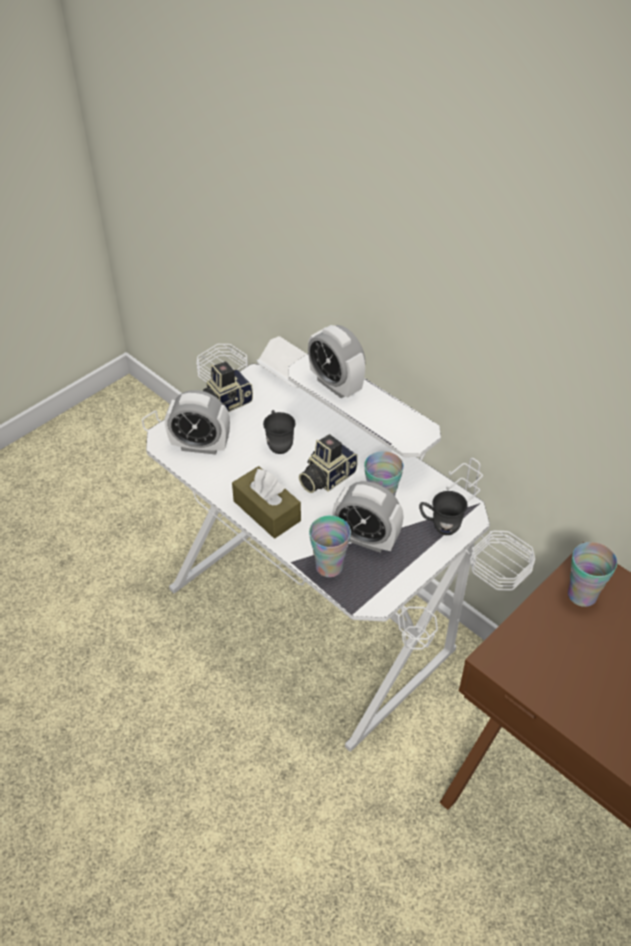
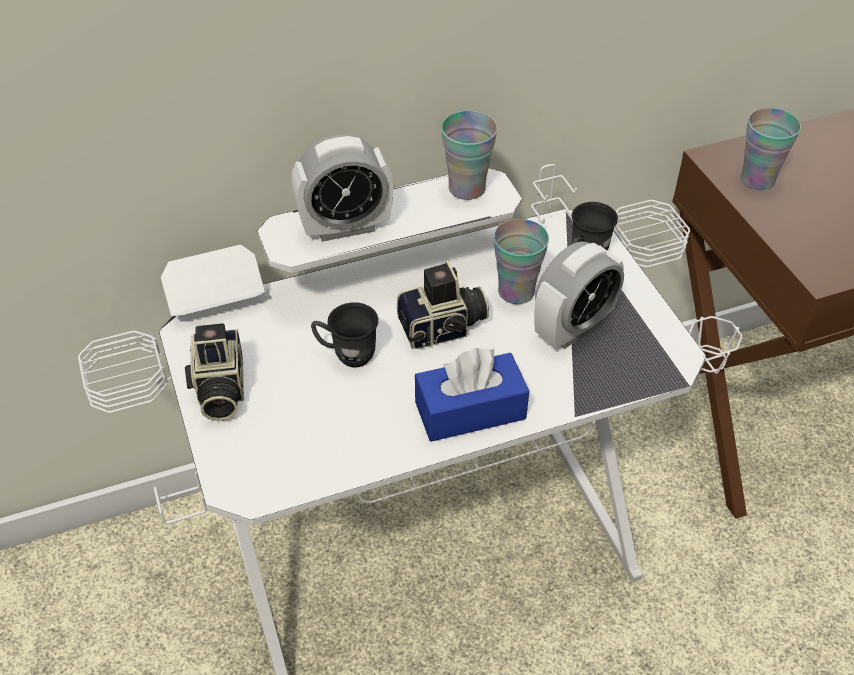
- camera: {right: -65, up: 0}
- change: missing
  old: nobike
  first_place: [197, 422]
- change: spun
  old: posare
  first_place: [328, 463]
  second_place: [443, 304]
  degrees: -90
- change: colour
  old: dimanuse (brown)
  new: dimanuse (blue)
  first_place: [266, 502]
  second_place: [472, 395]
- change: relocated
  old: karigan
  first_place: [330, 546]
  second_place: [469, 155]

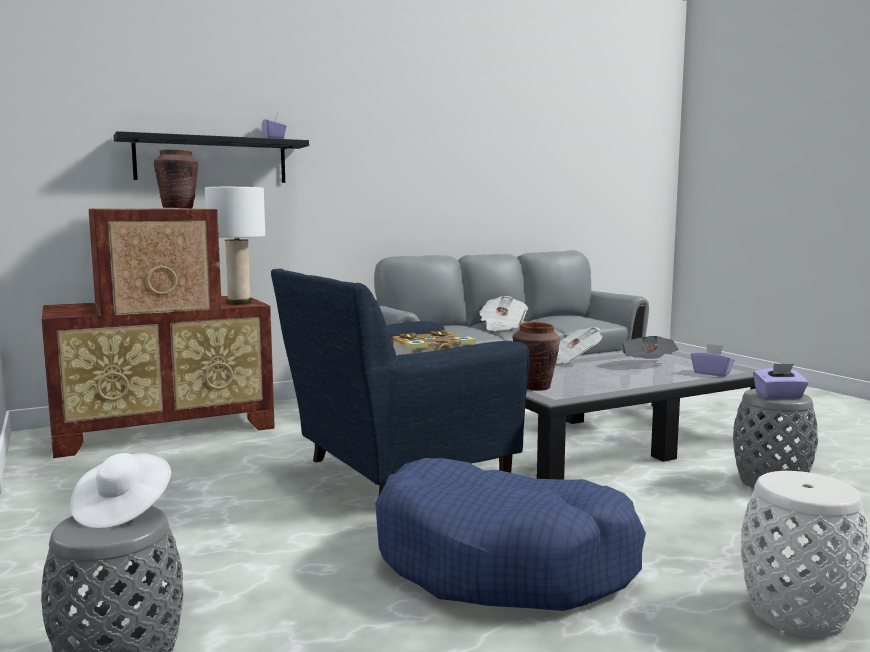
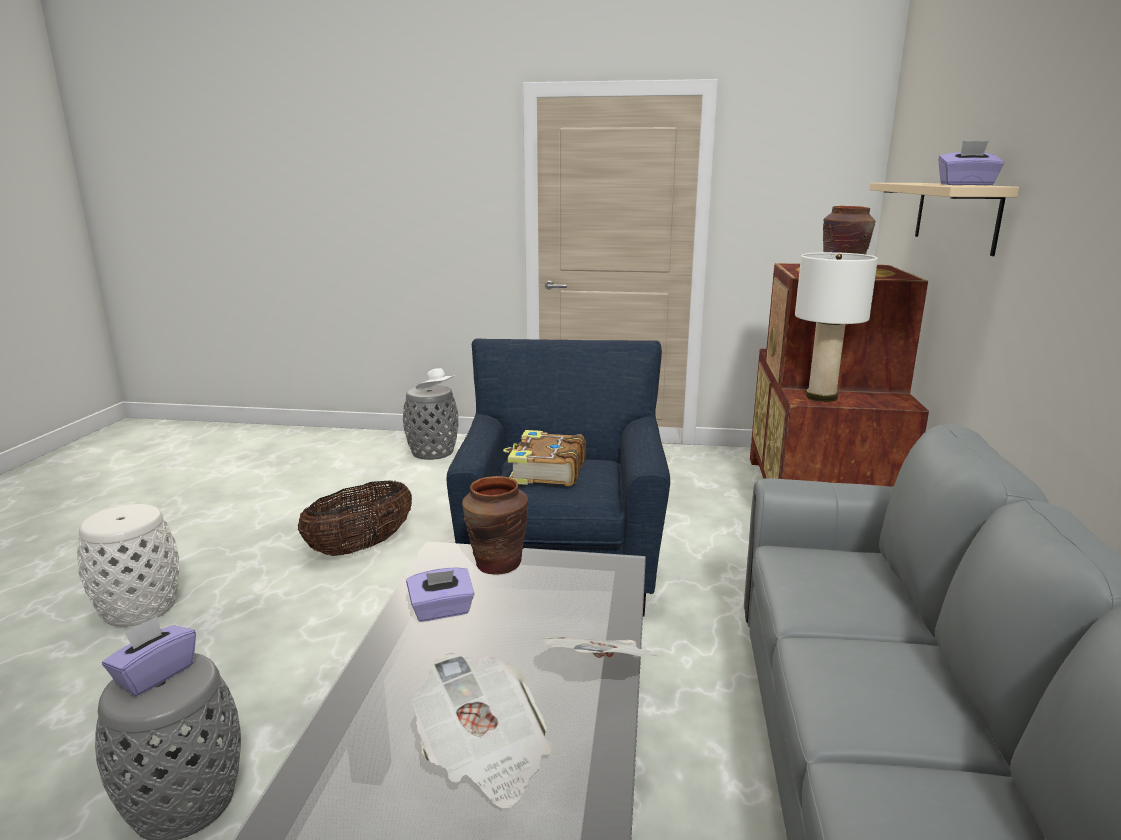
- camera: {right: 125, up: 10}
- change: colour
  old: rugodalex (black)
  new: rugodalex (beige)
  first_place: [211, 157]
  second_place: [944, 219]
- change: missing
  old: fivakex
  first_place: [503, 313]
- change: relocated
  old: dimanuse (purple)
  first_place: [713, 360]
  second_place: [440, 594]
- change: exchanged
  old: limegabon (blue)
  new: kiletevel
  first_place: [510, 534]
  second_place: [355, 518]

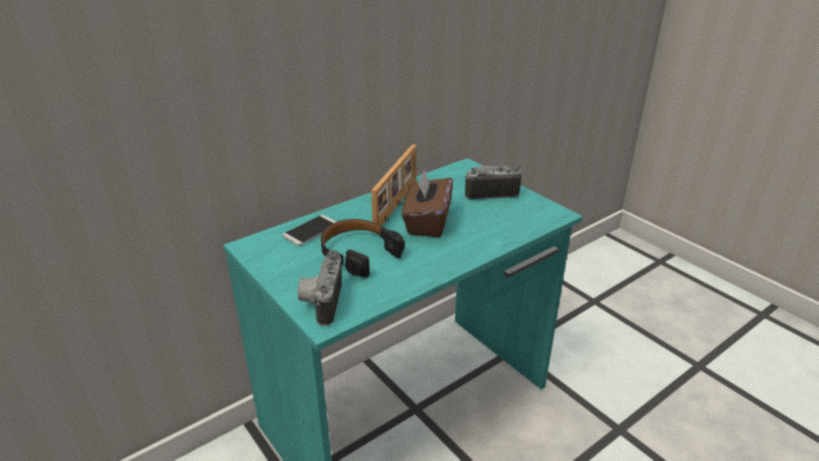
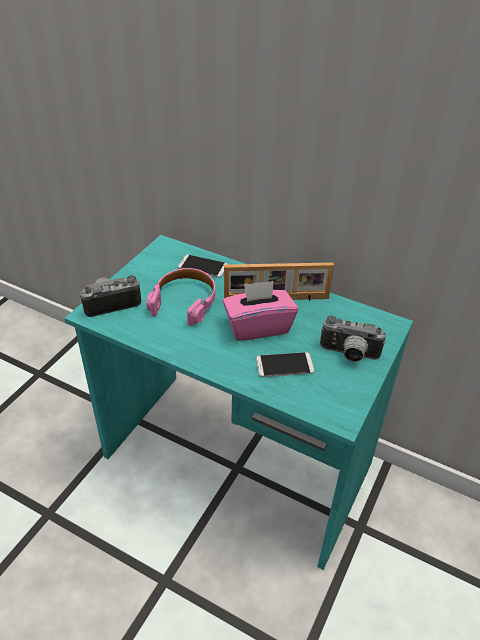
- camera: {right: 65, up: 10}
- change: spun
  old: posare
  first_place: [493, 181]
  second_place: [353, 339]
  degrees: 135
- change: colour
  old: dimanuse (brown)
  new: dimanuse (pink)
  first_place: [427, 203]
  second_place: [260, 311]
- change: colour
  old: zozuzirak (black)
  new: zozuzirak (pink)
  first_place: [363, 248]
  second_place: [180, 297]
- change: appeared
  new: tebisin
  second_place: [285, 364]

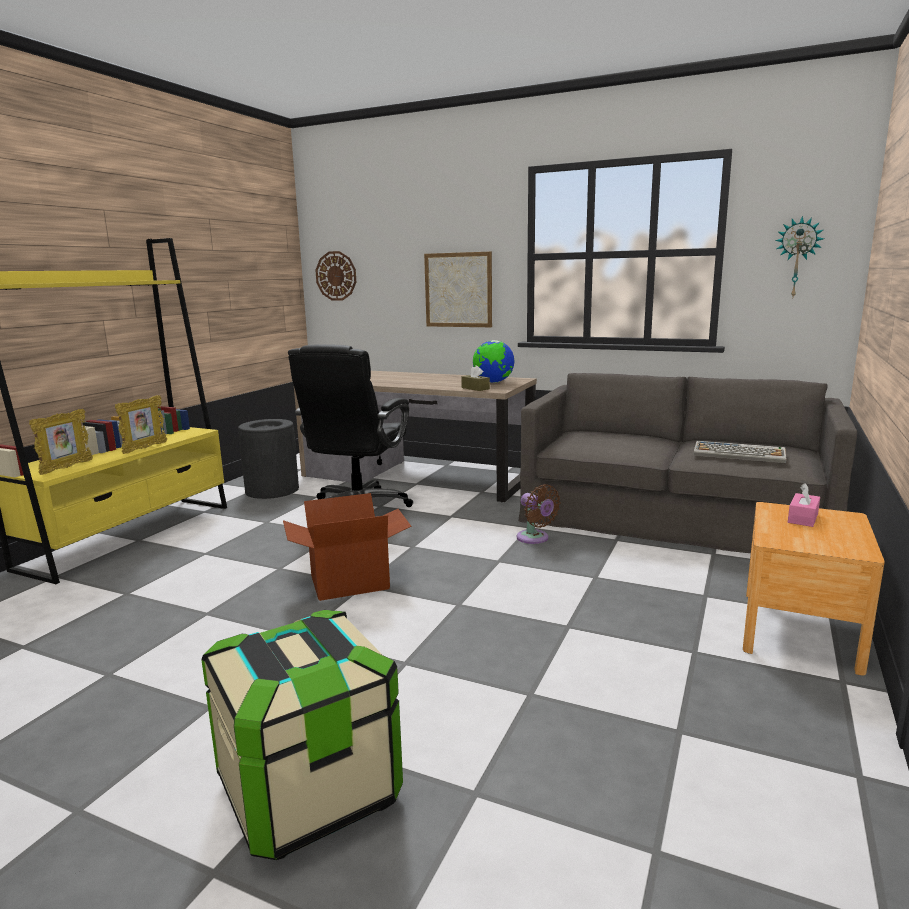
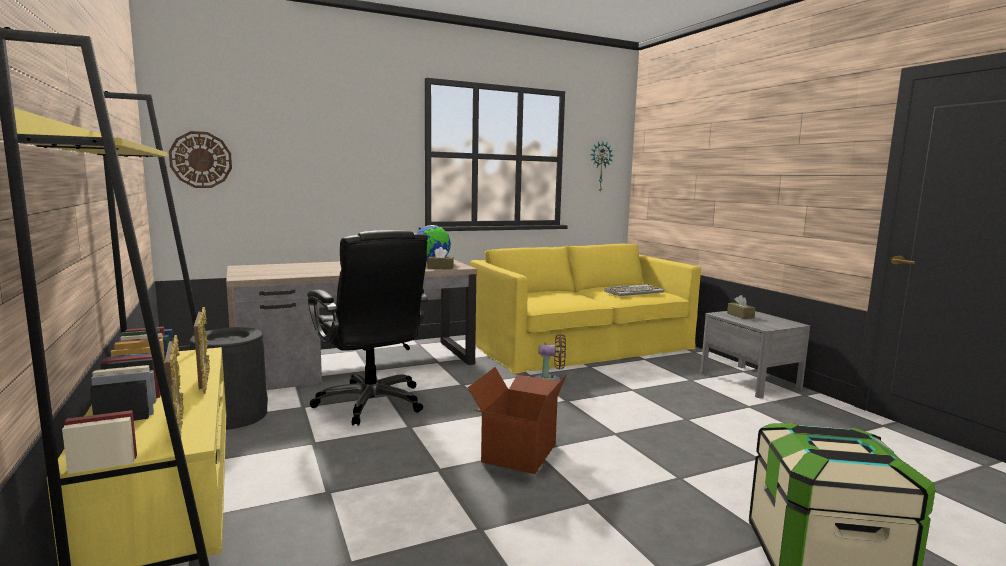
- camera: {right: -50, up: -5}
- change: missing
  old: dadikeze
  first_place: [458, 289]
- change: colour
  old: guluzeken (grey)
  new: guluzeken (yellow)
  first_place: [687, 463]
  second_place: [585, 308]
- change: colour
  old: dimanuse (pink)
  new: dimanuse (brown)
  first_place: [804, 505]
  second_place: [741, 307]
- change: colour
  old: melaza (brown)
  new: melaza (grey)
  first_place: [814, 588]
  second_place: [755, 354]

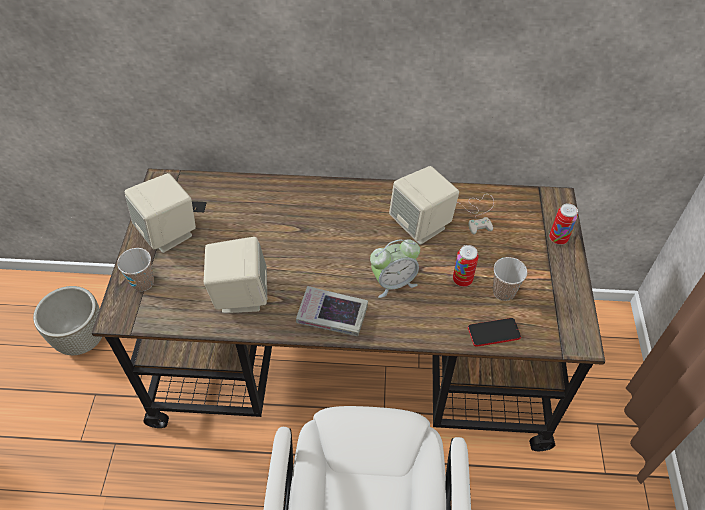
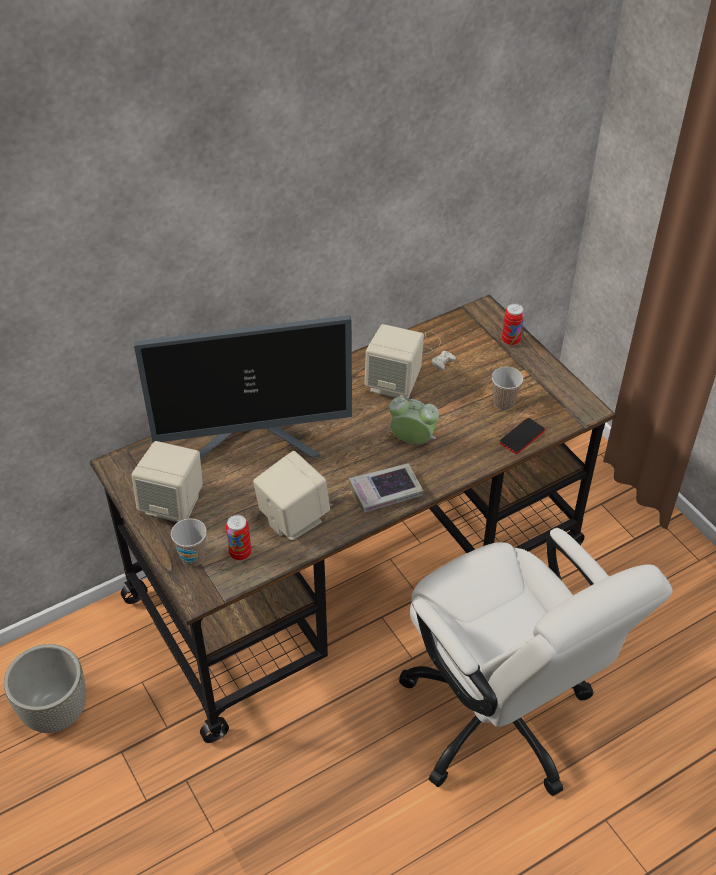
- camera: {right: -35, up: -5}
- change: spun
  old: nobike
  first_place: [395, 268]
  second_place: [414, 420]
  degrees: -105
- change: relocated
  old: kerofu
  first_place: [465, 266]
  second_place: [238, 538]
- change: appeared
  new: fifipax
  second_place: [243, 387]

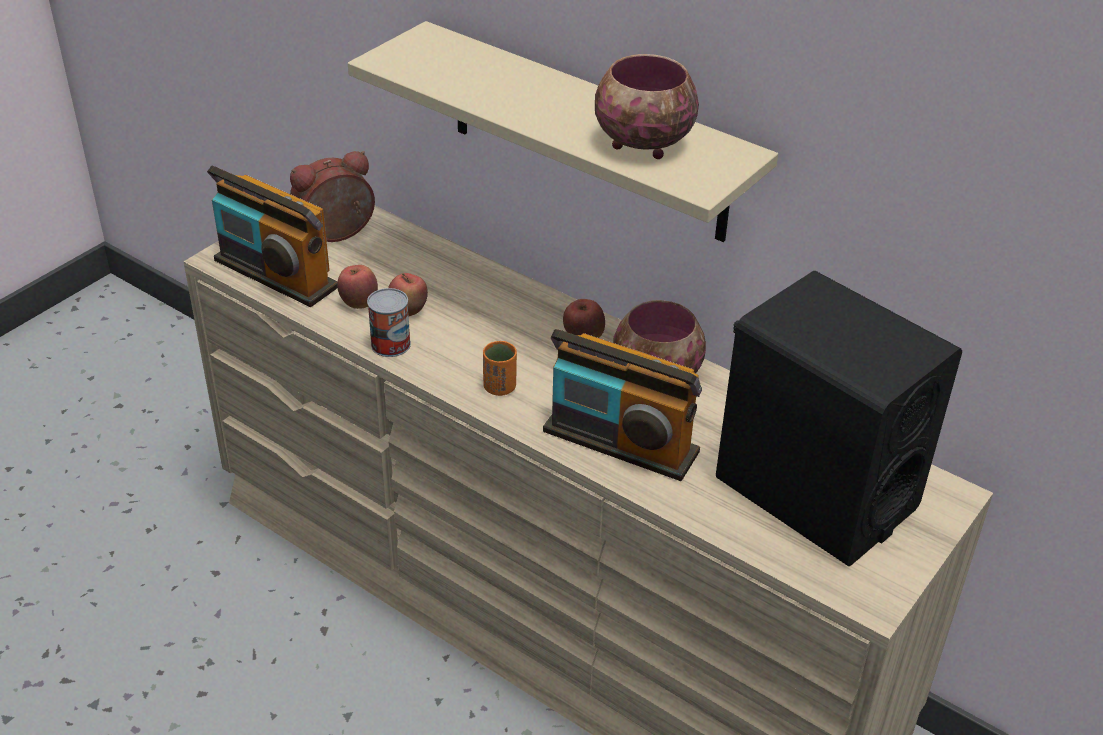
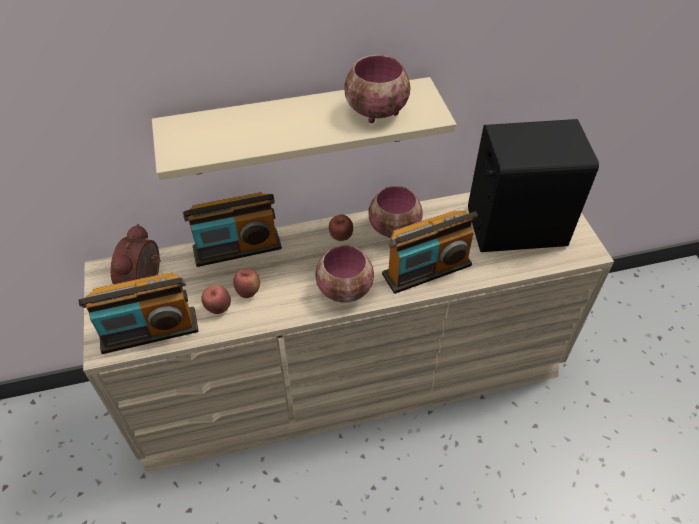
- camera: {right: -50, up: 10}
- change: missing
  old: kerofu
  first_place: [389, 322]
- change: exchanged
  old: karigan (orange)
  new: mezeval
  first_place: [500, 368]
  second_place: [344, 273]
- change: appeared
  new: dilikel
  second_place: [232, 229]

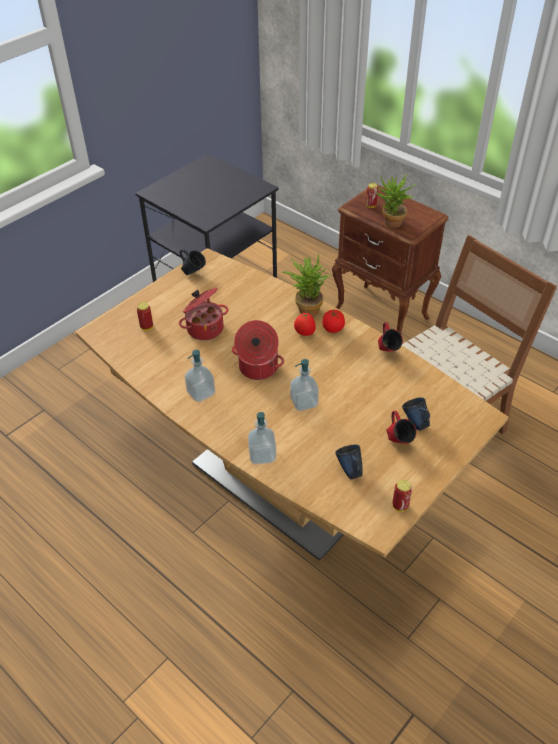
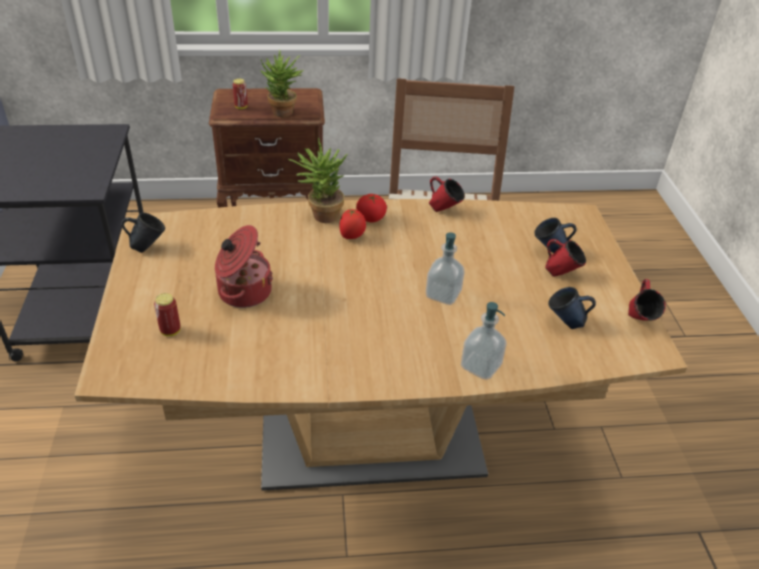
- camera: {right: -50, up: -5}
- change: missing
  old: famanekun
  first_place: [258, 350]
- change: missing
  old: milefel
  first_place: [200, 376]
- change: exchanged
  old: kerofu
  new: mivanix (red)
  first_place: [402, 496]
  second_place: [647, 300]

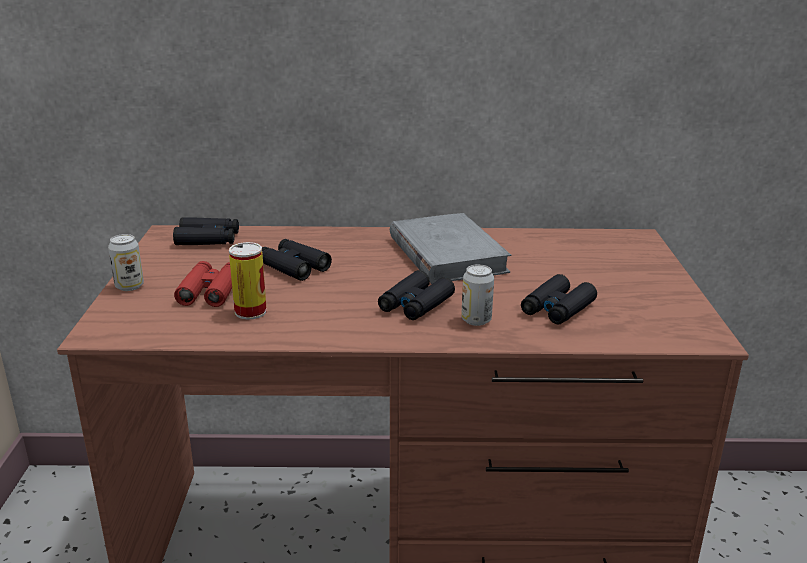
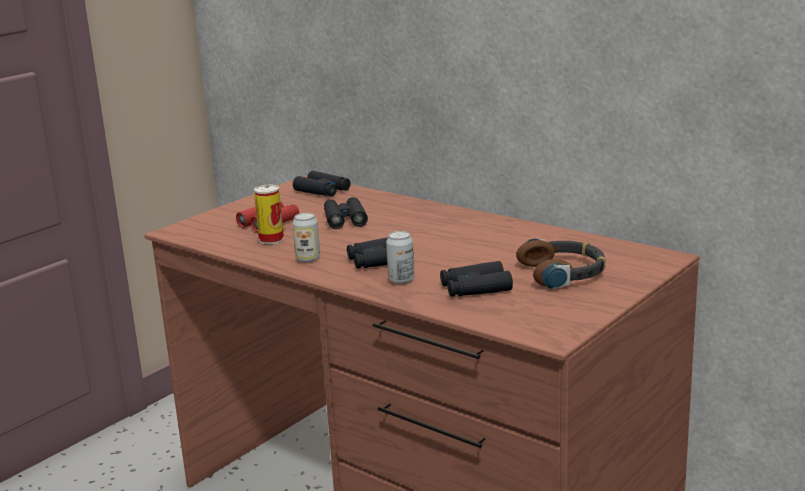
- camera: {right: 40, up: -5}
- change: missing
  old: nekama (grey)
  first_place: [450, 248]
- change: relocated
  old: kerofu
  first_place: [126, 262]
  second_place: [306, 237]
- change: appeared
  new: zozuzirak
  second_place: [561, 264]

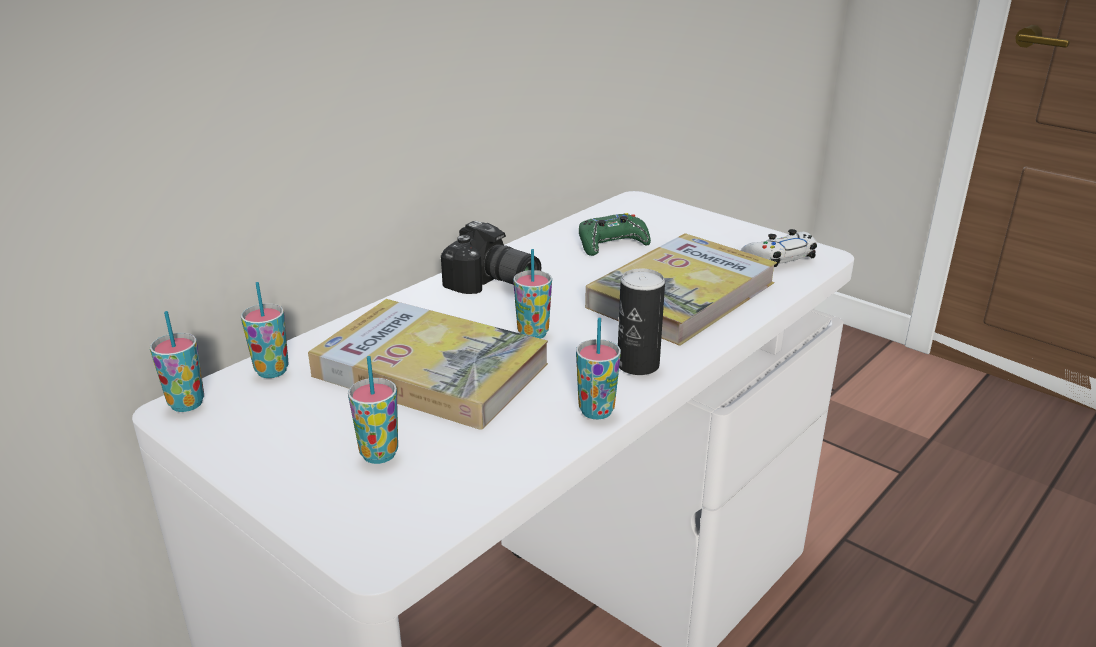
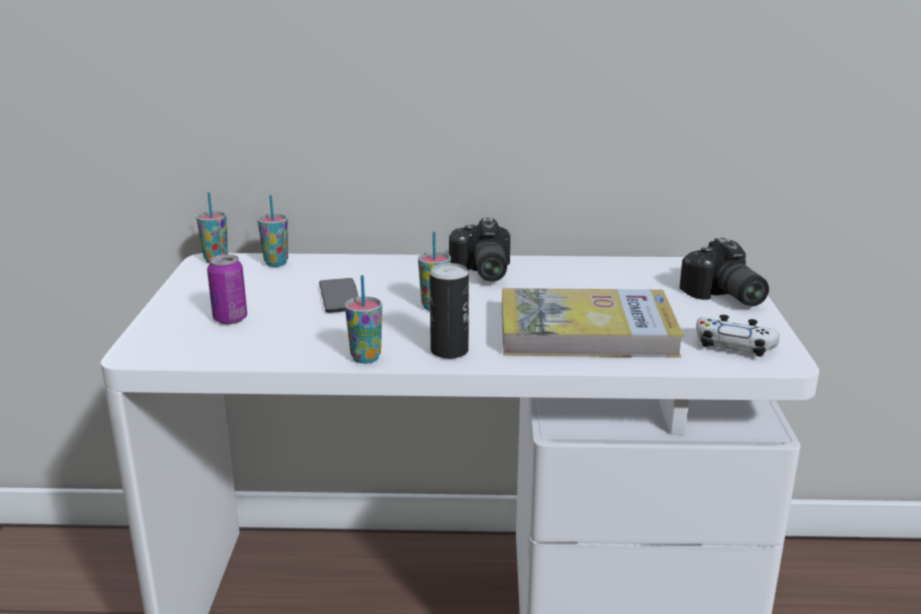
- camera: {right: 50, up: -5}
- change: missing
  old: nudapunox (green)
  first_place: [615, 234]
- change: exchanged
  old: nekama
  new: tebisin
  first_place: [428, 364]
  second_place: [339, 295]
- change: exchanged
  old: karigan
  new: kerofu
  first_place: [373, 410]
  second_place: [227, 289]
- change: appeared
  new: posare
  second_place: [724, 272]

